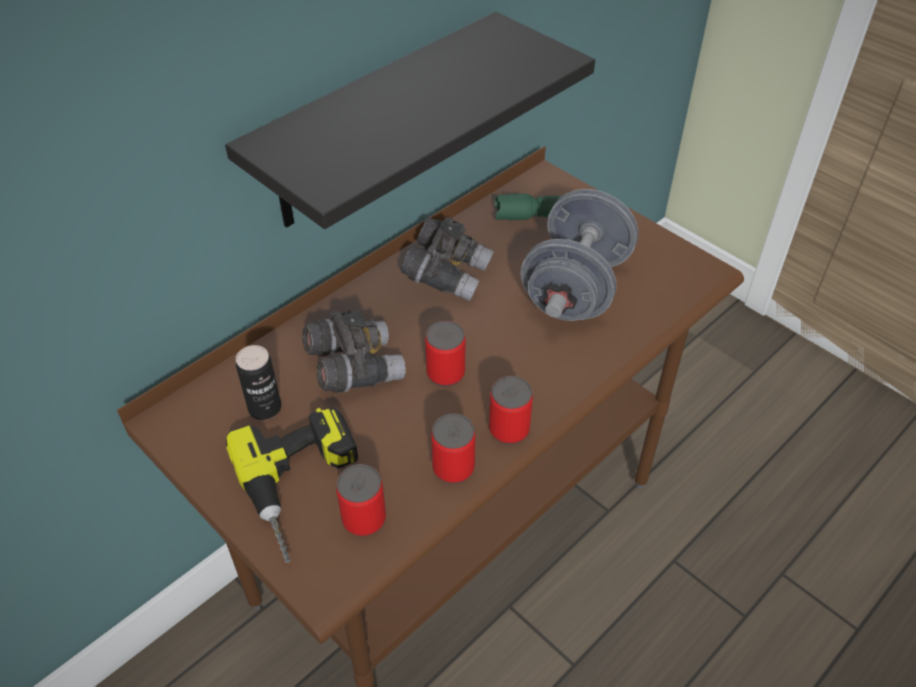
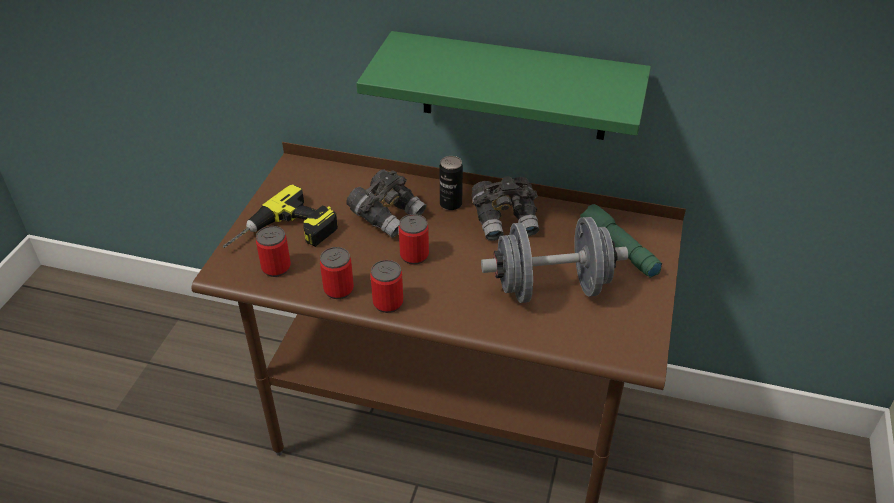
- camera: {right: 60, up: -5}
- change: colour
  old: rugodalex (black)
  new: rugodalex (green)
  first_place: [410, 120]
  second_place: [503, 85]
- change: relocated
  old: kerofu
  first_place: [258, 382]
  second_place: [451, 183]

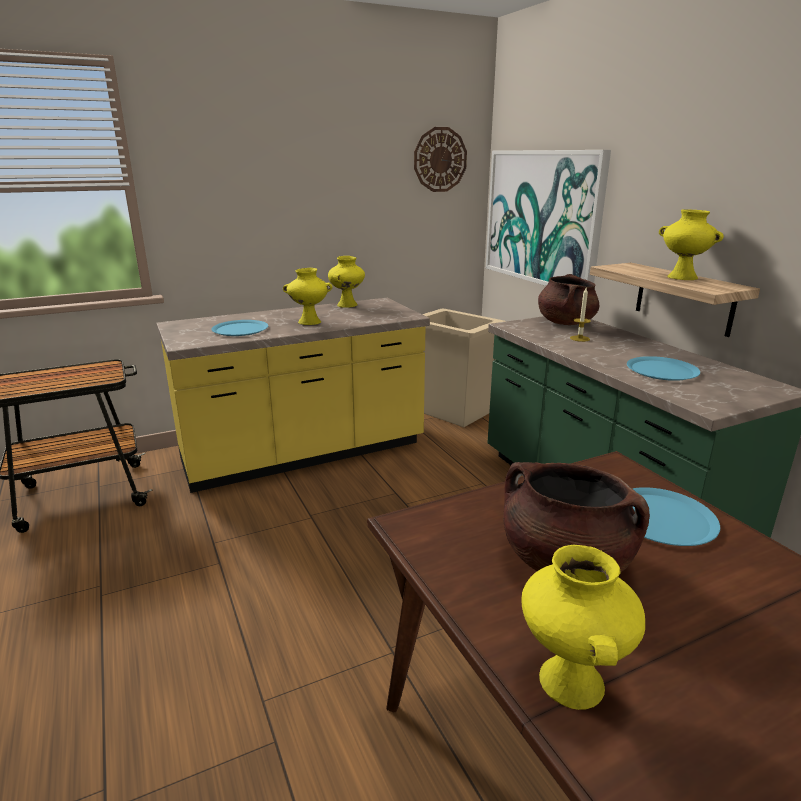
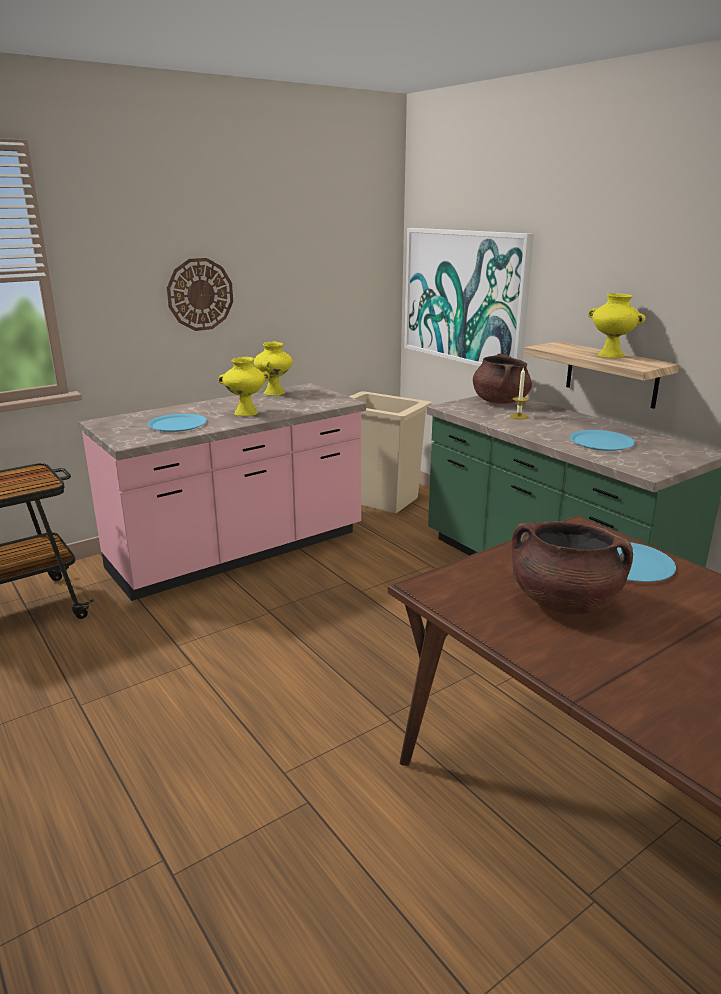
- camera: {right: -10, up: 0}
- change: relocated
  old: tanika
  first_place: [440, 159]
  second_place: [200, 294]
- change: colour
  old: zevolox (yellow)
  new: zevolox (pink)
  first_place: [293, 395]
  second_place: [222, 492]
- change: missing
  old: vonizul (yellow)
  first_place: [583, 627]

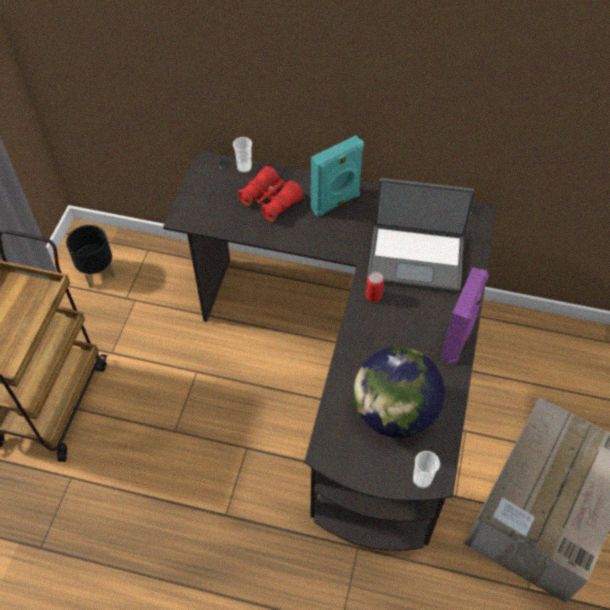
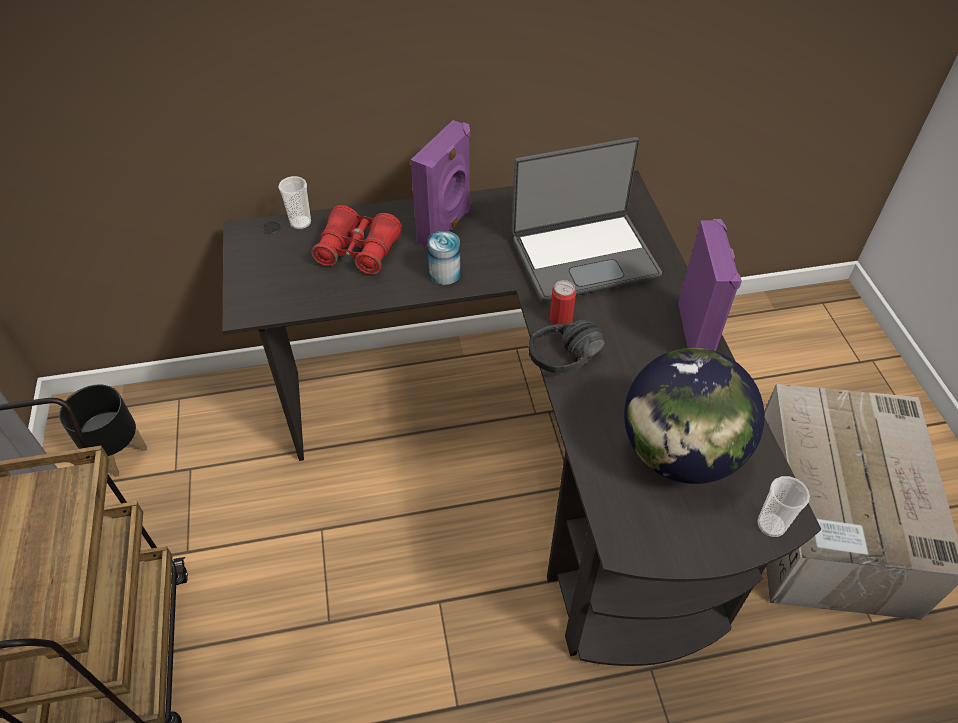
- camera: {right: -25, up: -5}
- change: colour
  old: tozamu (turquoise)
  new: tozamu (purple)
  first_place: [337, 176]
  second_place: [441, 184]
- change: appeared
  new: kerofu
  second_place: [444, 258]
- change: appeared
  new: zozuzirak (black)
  second_place: [566, 346]

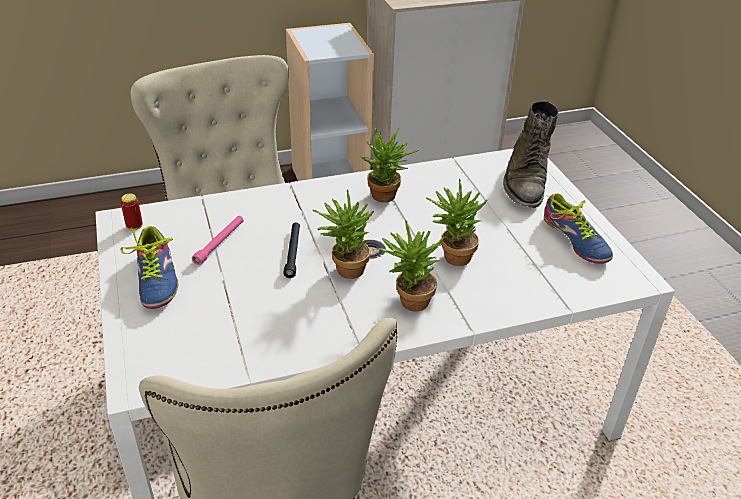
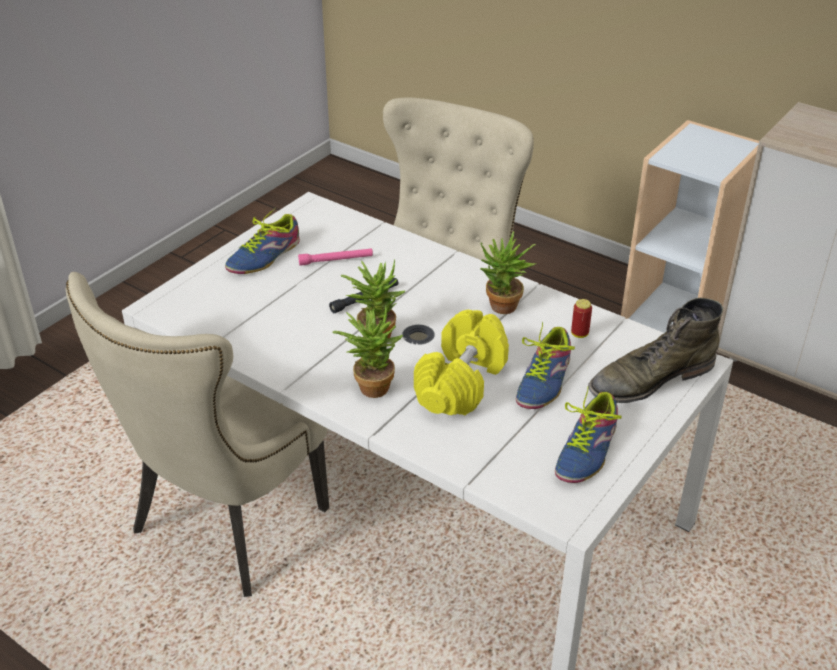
- camera: {right: 55, up: 0}
- change: exchanged
  old: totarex
  new: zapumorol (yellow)
  first_place: [457, 222]
  second_place: [461, 362]
- change: relocated
  old: kerofu
  first_place: [132, 211]
  second_place: [581, 318]
- change: appeared
  new: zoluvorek
  second_place: [545, 365]

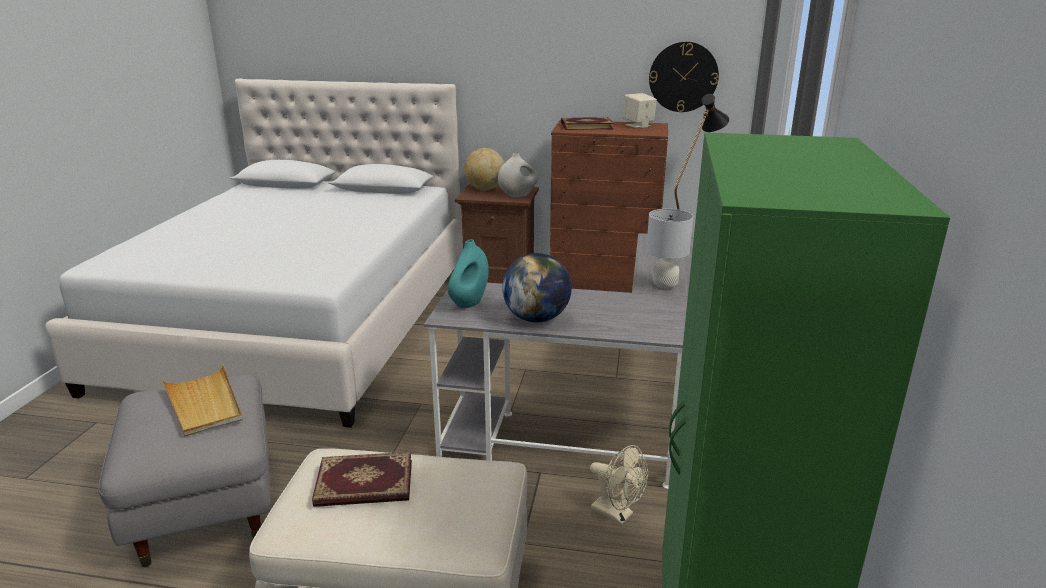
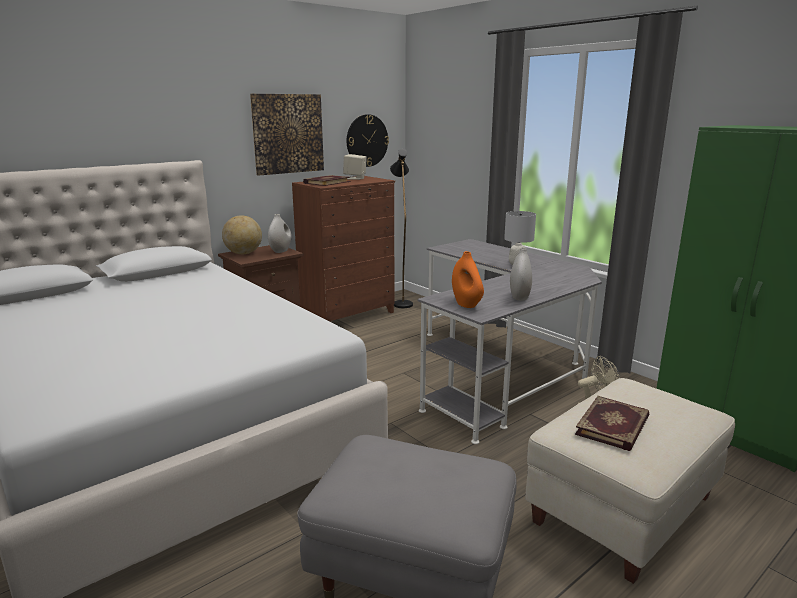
- camera: {right: -50, up: -5}
- change: colour
  old: vonizul (turquoise)
  new: vonizul (orange)
  first_place: [468, 273]
  second_place: [468, 279]
- change: exchanged
  old: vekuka
  new: vonizul (white)
  first_place: [537, 287]
  second_place: [521, 274]
- change: missing
  old: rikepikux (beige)
  first_place: [202, 400]
- change: appeared
  new: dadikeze
  second_place: [287, 134]

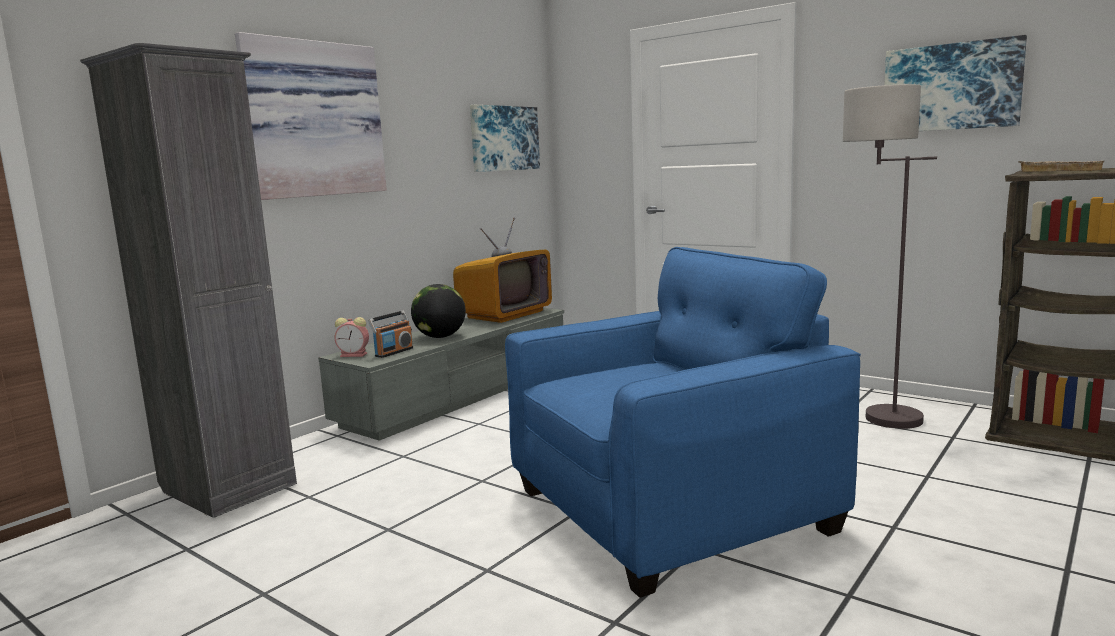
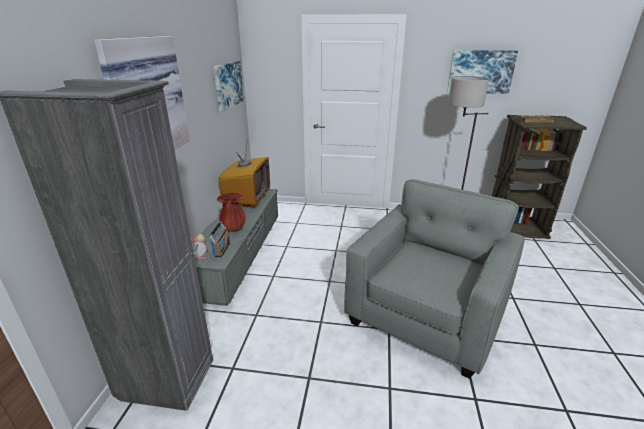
- camera: {right: -30, up: 15}
- change: colour
  old: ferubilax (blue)
  new: ferubilax (grey)
  first_place: [683, 422]
  second_place: [434, 279]
- change: exchanged
  old: vekuka
  new: vonizul (red)
  first_place: [438, 311]
  second_place: [231, 212]

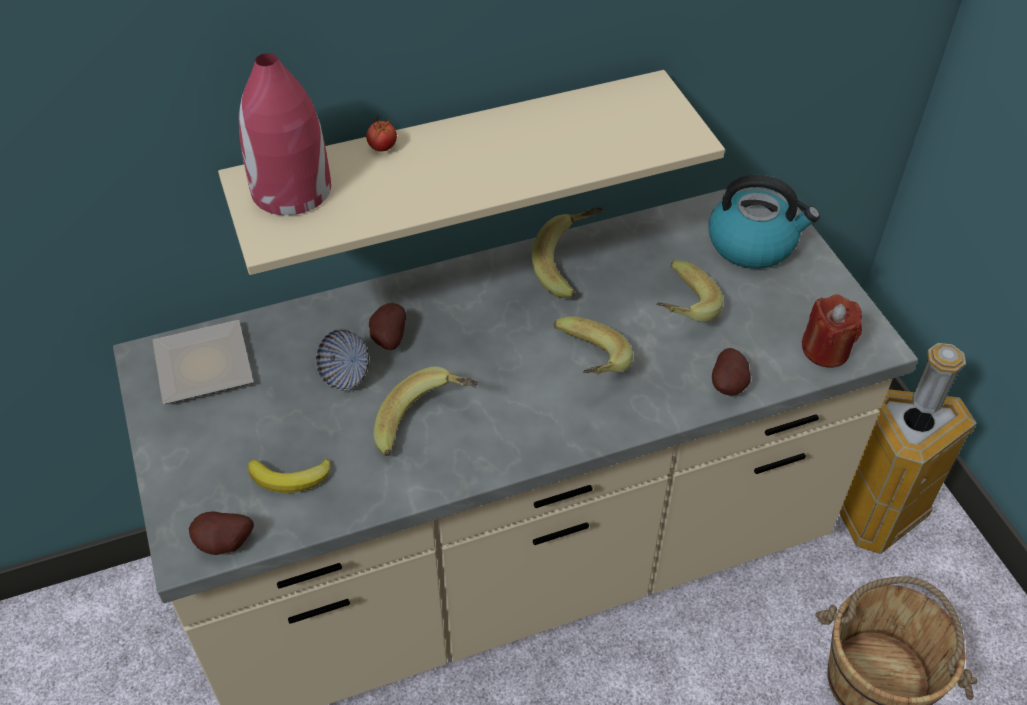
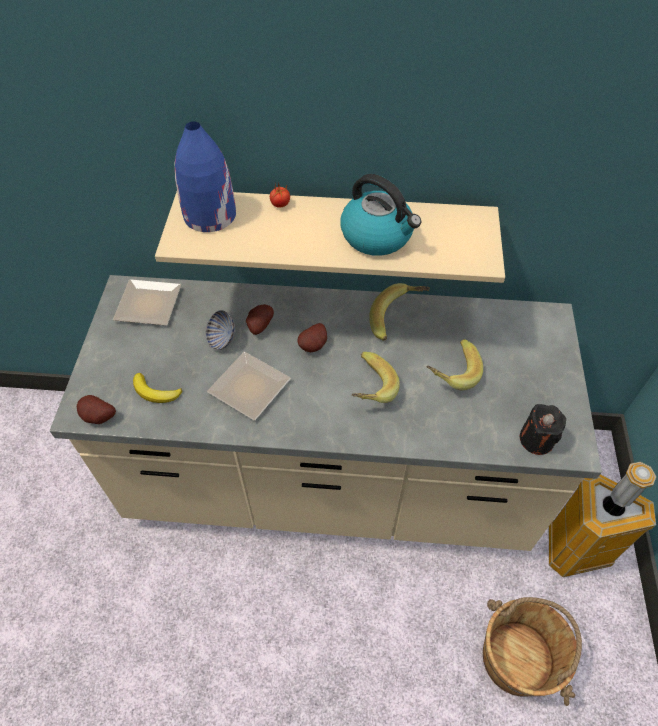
- camera: {right: 25, up: 5}
- change: colour
  old: vonizul (red)
  new: vonizul (blue)
  first_place: [285, 134]
  second_place: [205, 177]
- change: relocated
  old: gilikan
  first_place: [764, 222]
  second_place: [380, 215]
- change: colour
  old: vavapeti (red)
  new: vavapeti (black)
  first_place: [832, 331]
  second_place: [543, 429]
- change: relocated
  old: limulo
  first_place: [731, 372]
  second_place: [312, 337]
- change: exchanged
  old: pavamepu
  new: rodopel
  first_place: [426, 411]
  second_place: [249, 386]

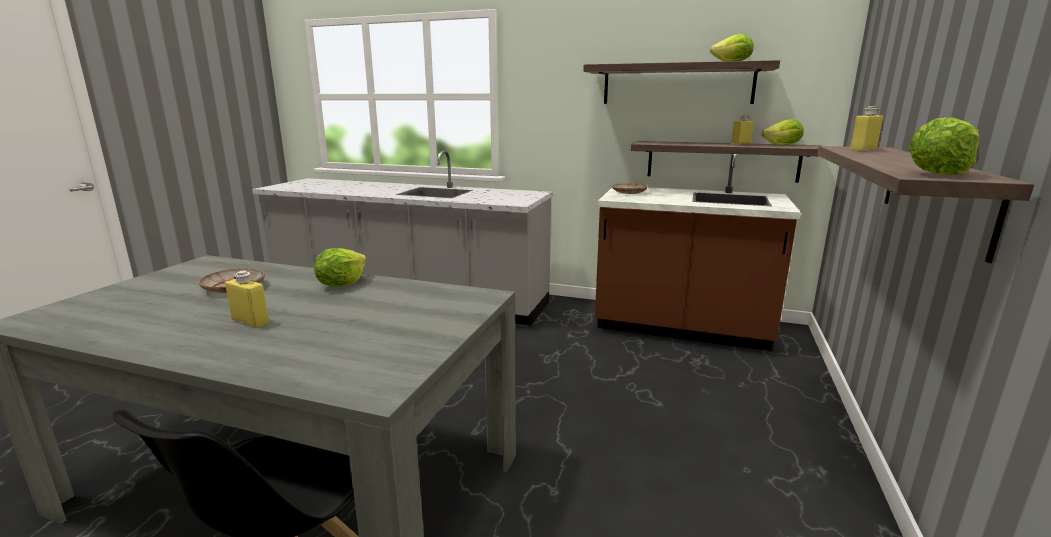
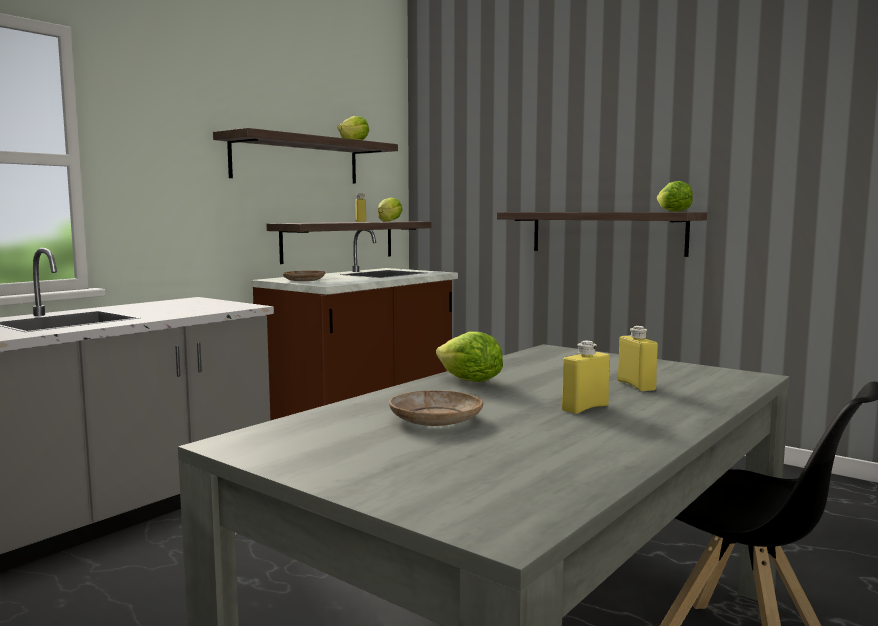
- camera: {right: -70, up: -10}
- change: relocated
  old: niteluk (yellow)
  first_place: [866, 128]
  second_place: [638, 358]

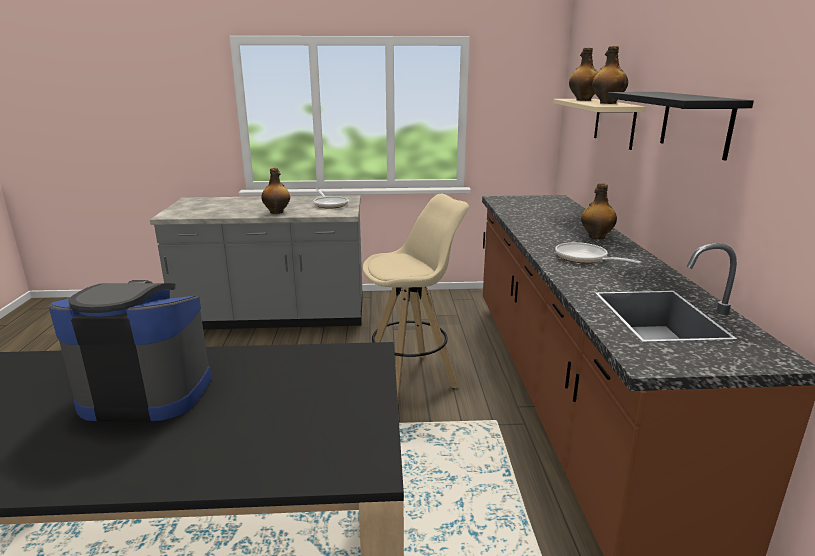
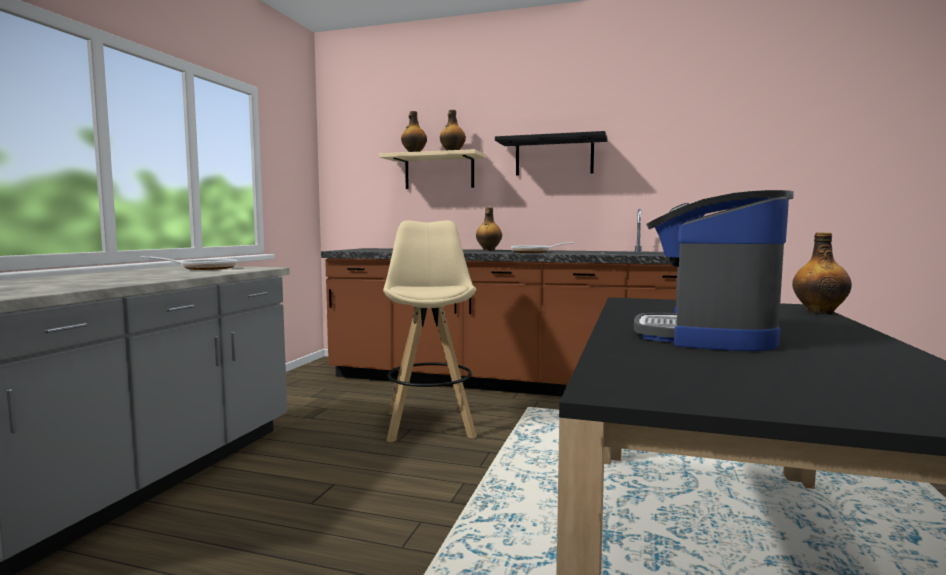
- camera: {right: -70, up: -15}
- change: relocated
  old: niteluk
  first_place: [275, 191]
  second_place: [822, 273]

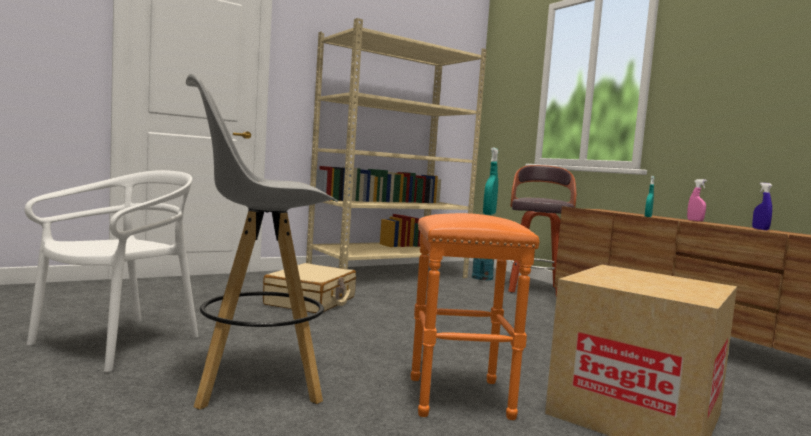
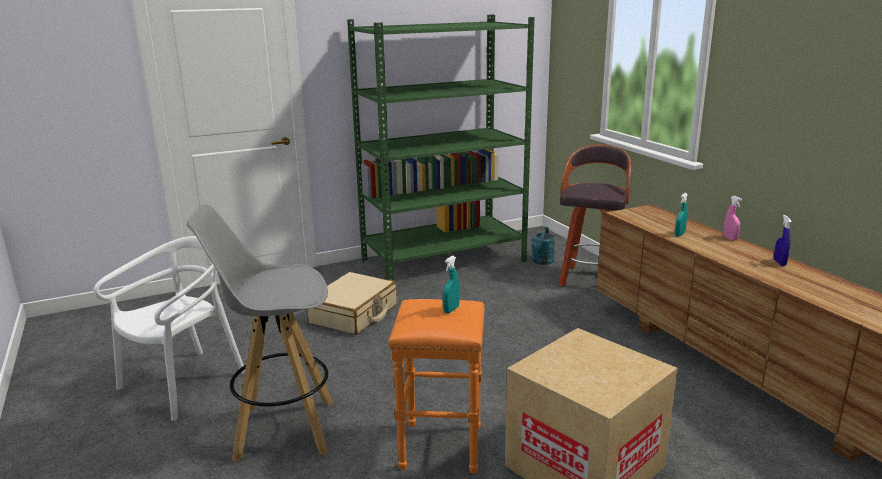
- camera: {right: 10, up: 15}
- change: colour
  old: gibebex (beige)
  new: gibebex (green)
  first_place: [396, 148]
  second_place: [440, 148]

